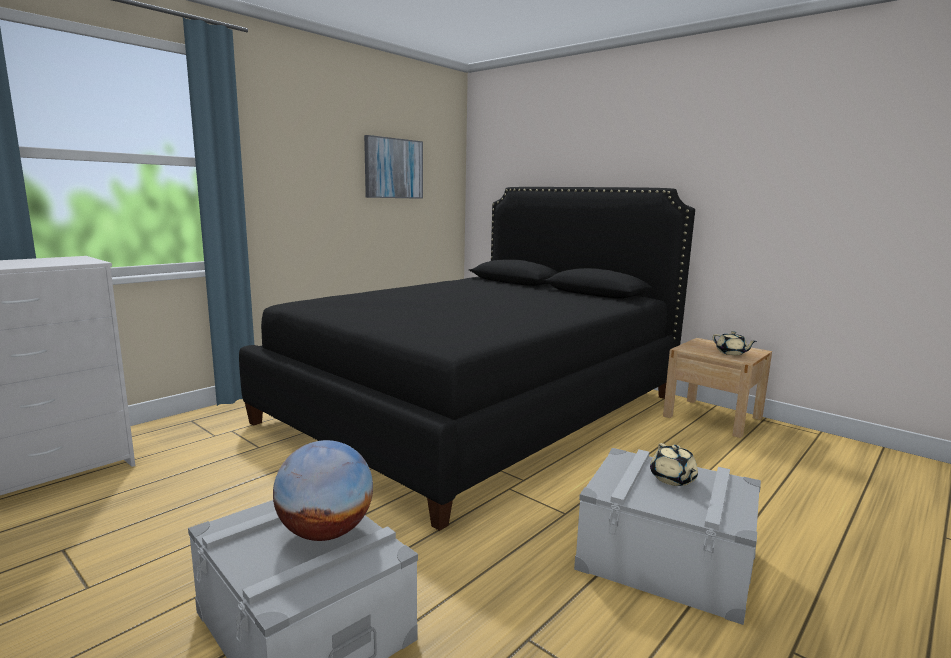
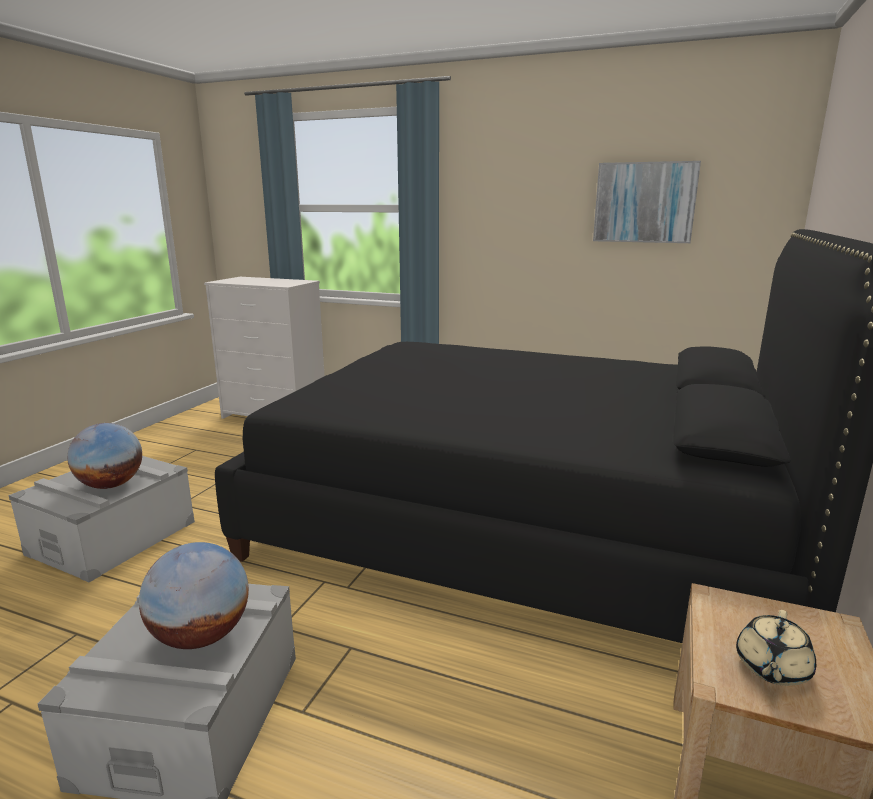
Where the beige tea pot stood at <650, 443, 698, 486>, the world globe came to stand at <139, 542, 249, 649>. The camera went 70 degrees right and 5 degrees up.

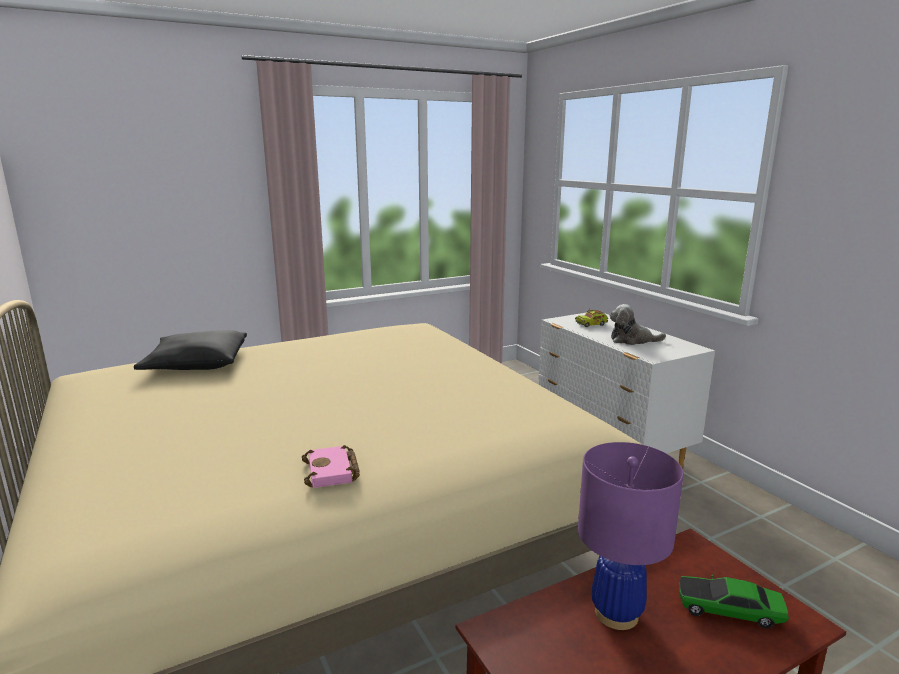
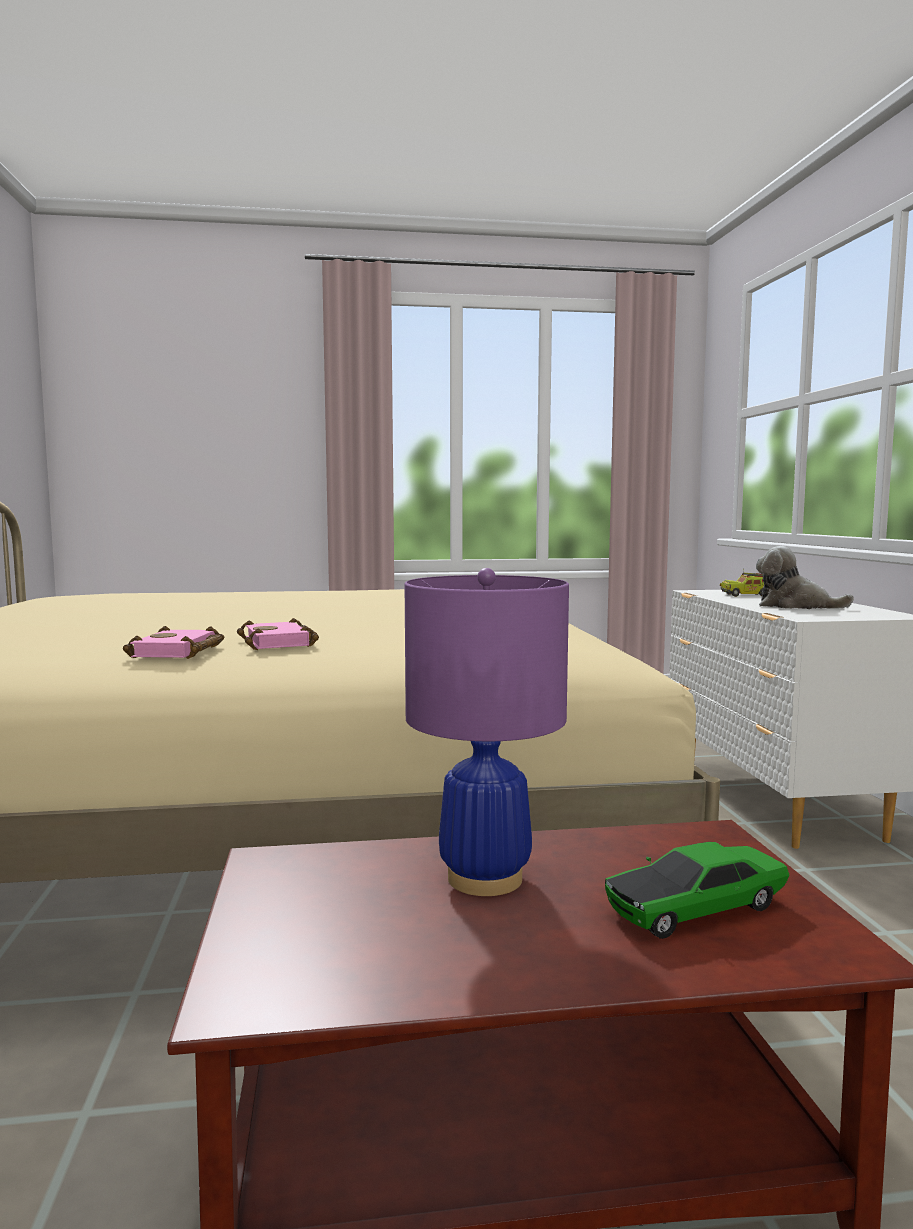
The second view lost the black pillow at <134, 330, 247, 370>. The second view gained the pink book at <237, 618, 319, 650>. The miniature car at <680, 575, 789, 628> ended up facing another way, 60 degrees counterclockwise from before. The camera went 20 degrees right and 10 degrees down.

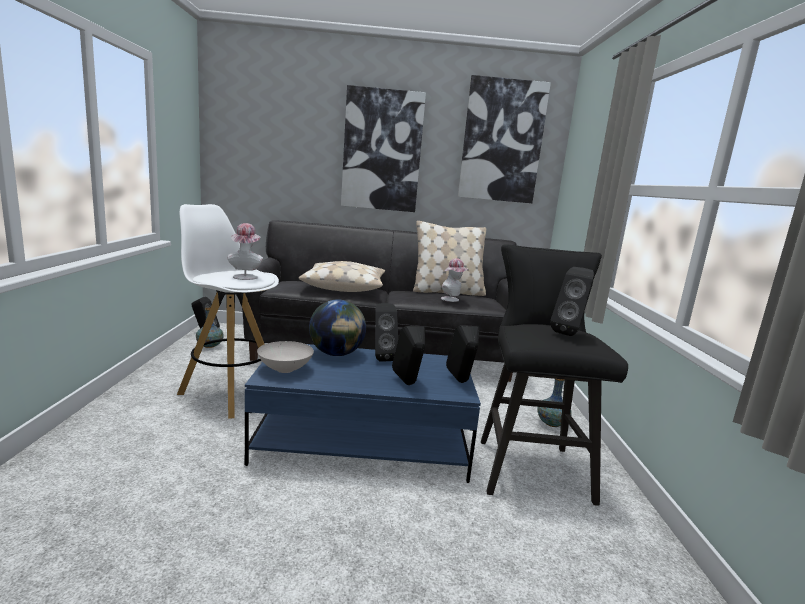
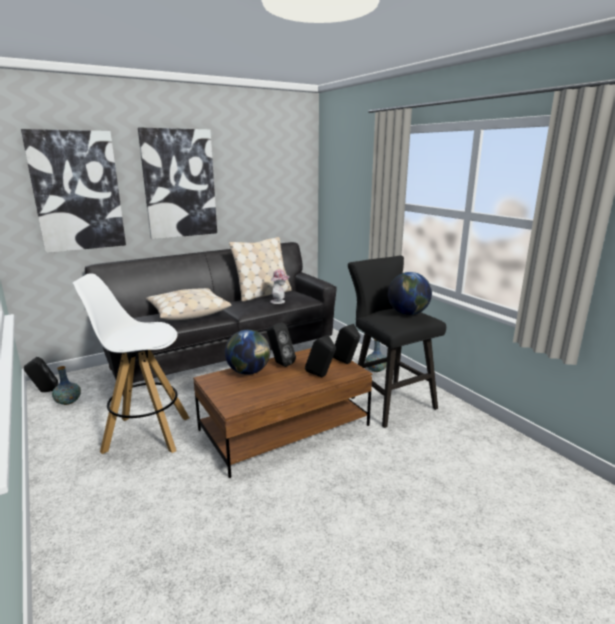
The second view lost the wearable hat at <227, 223, 263, 280>. The second view lost the whitish bowl at <257, 341, 314, 373>. The wall art ended up elsewhere, having gone from <458, 75, 551, 203> to <21, 129, 126, 253>. Where the black loudspeaker stood at <550, 267, 594, 336>, the world globe came to stand at <388, 272, 432, 315>. What was the blue-coloured low table at <245, 344, 481, 483> turned into the brown-coloured low table at <193, 348, 372, 478>. The camera went 30 degrees left and 5 degrees up.

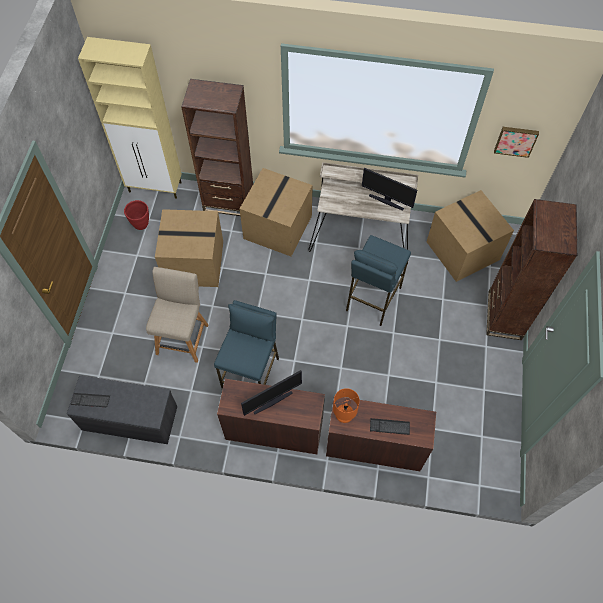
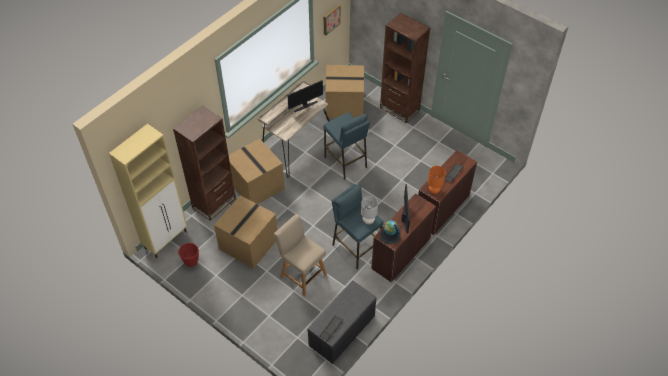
The second view gained the grey table lamp at <361, 196, 378, 224>. The second view gained the world globe at <380, 220, 401, 244>. The camera went 60 degrees left and 10 degrees down.

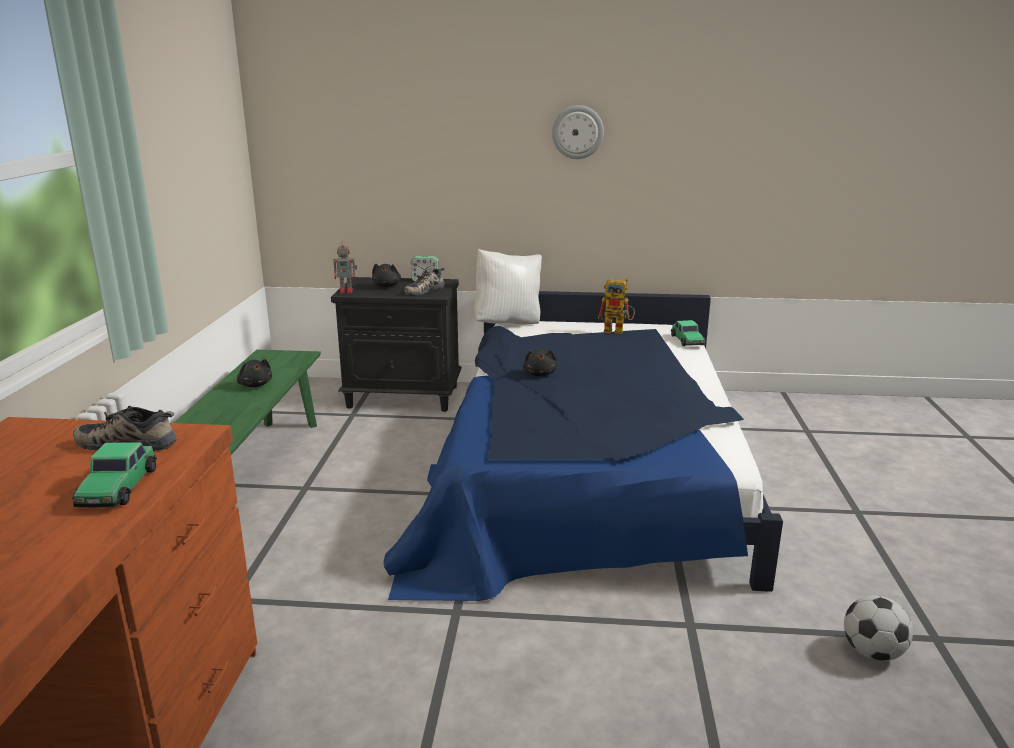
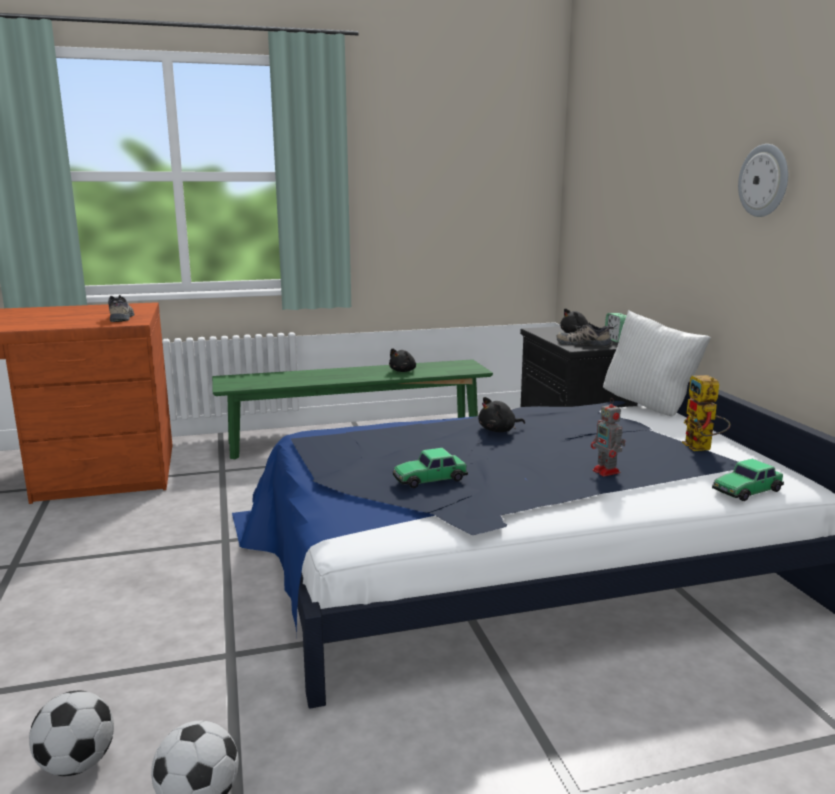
The second view gained the ball for football at <29, 691, 114, 776>. The miniature car ended up elsewhere, having gone from <72, 442, 157, 507> to <393, 448, 468, 488>. The model robot ended up elsewhere, having gone from <333, 241, 357, 293> to <591, 398, 625, 477>. The camera went 70 degrees right and 5 degrees down.

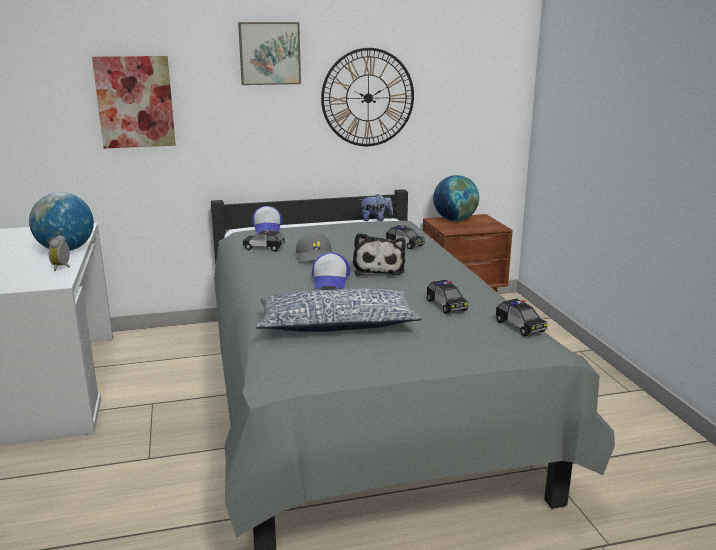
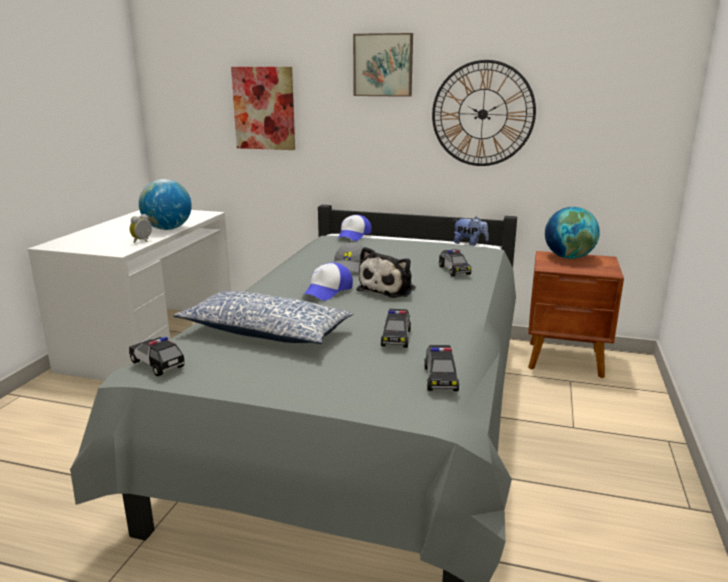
The miniature car ended up elsewhere, having gone from <243, 229, 286, 252> to <129, 337, 185, 376>. The camera went 30 degrees right and 0 degrees up.

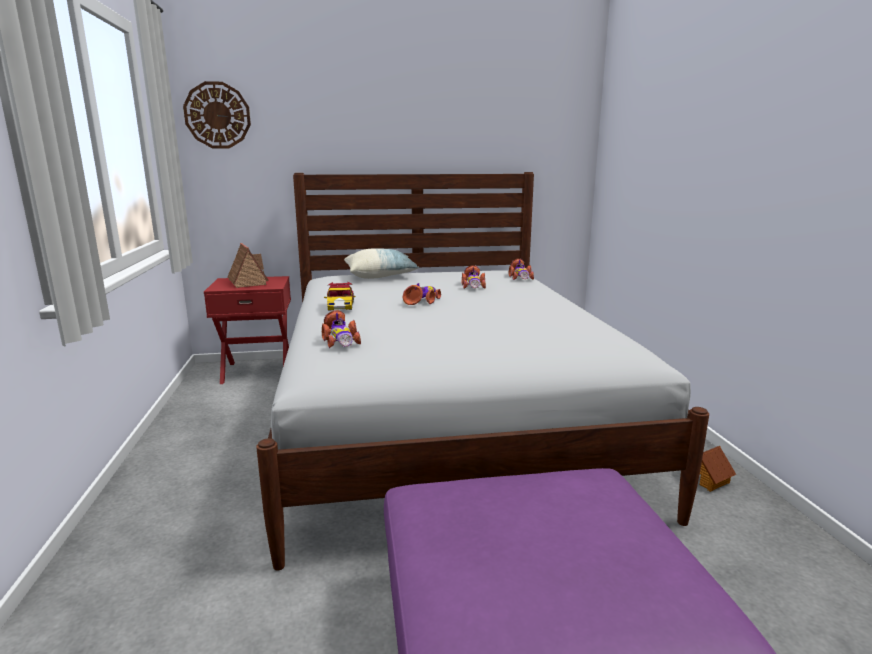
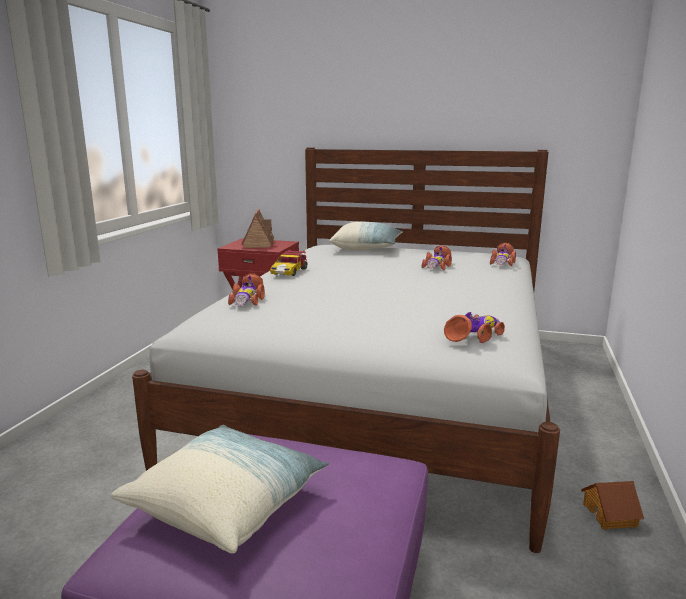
The second view lost the hanging clock at <183, 81, 251, 148>. The second view gained the pillow at <111, 425, 329, 554>. The miniature car ended up elsewhere, having gone from <402, 283, 441, 305> to <444, 312, 505, 343>. The camera went 25 degrees right and 0 degrees up.

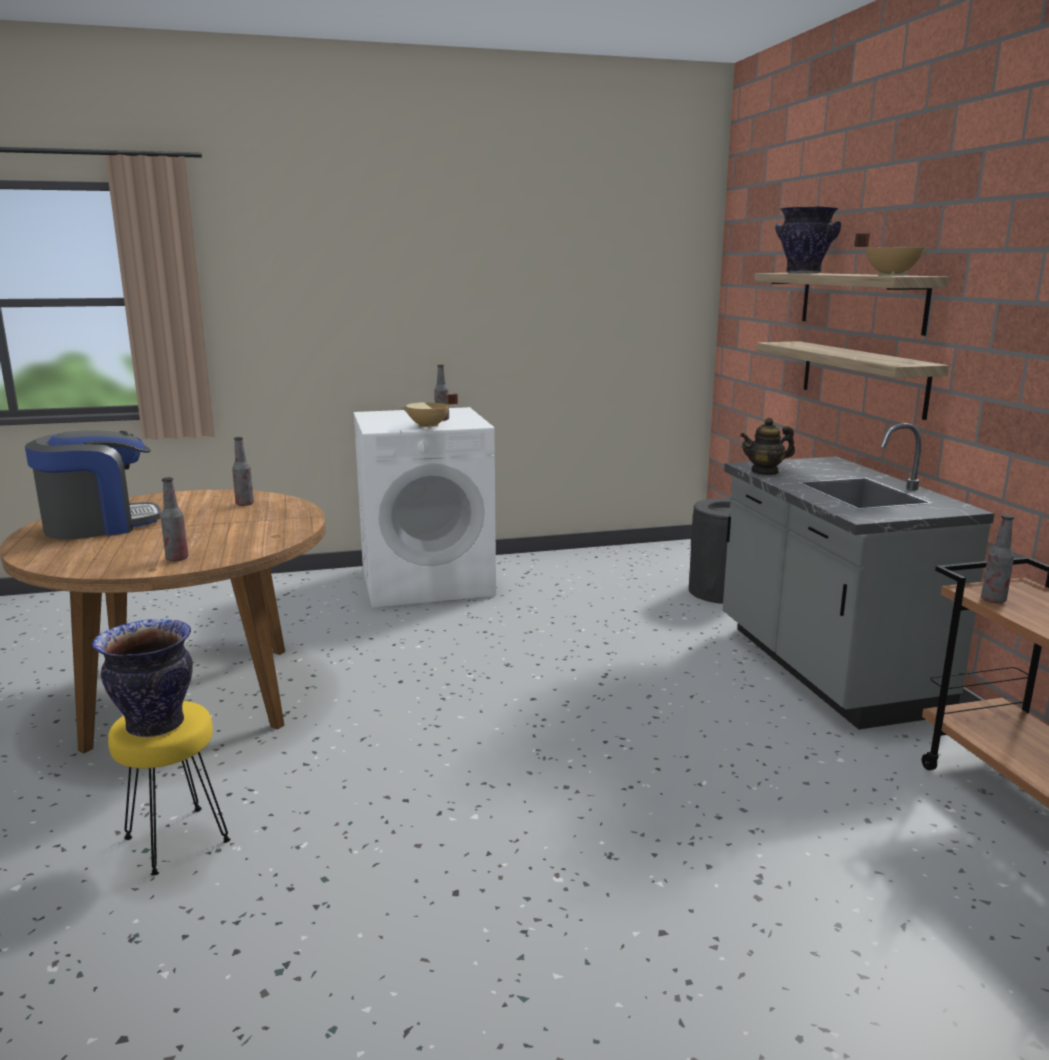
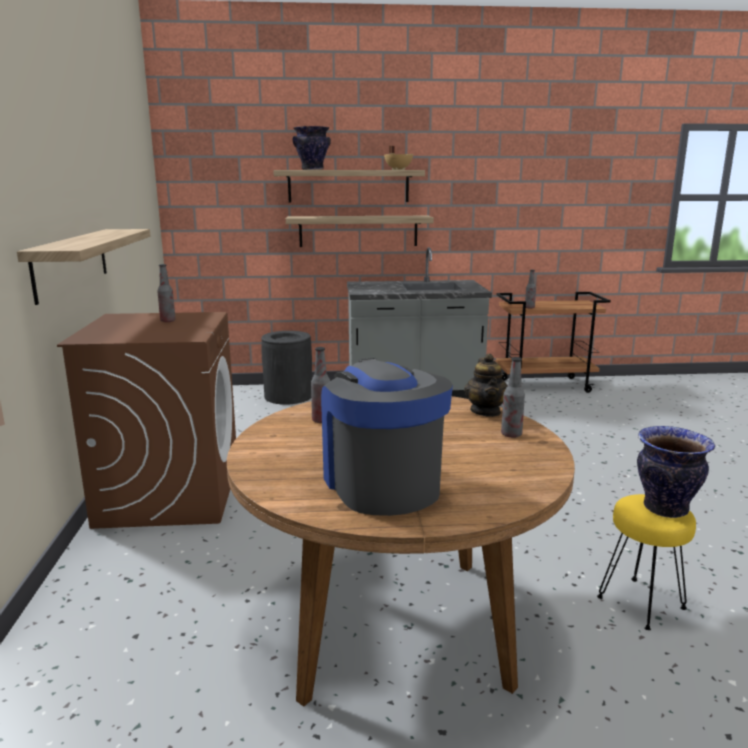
The second view lost the beige stockpot at <402, 393, 458, 429>. The second view gained the shelf at <17, 229, 151, 305>. The tea pot ended up elsewhere, having gone from <740, 418, 795, 475> to <464, 353, 508, 417>. What was the whitish washing machine at <354, 407, 496, 608> turned into the brown-coloured washing machine at <57, 312, 236, 529>. The camera went 80 degrees left and 0 degrees up.

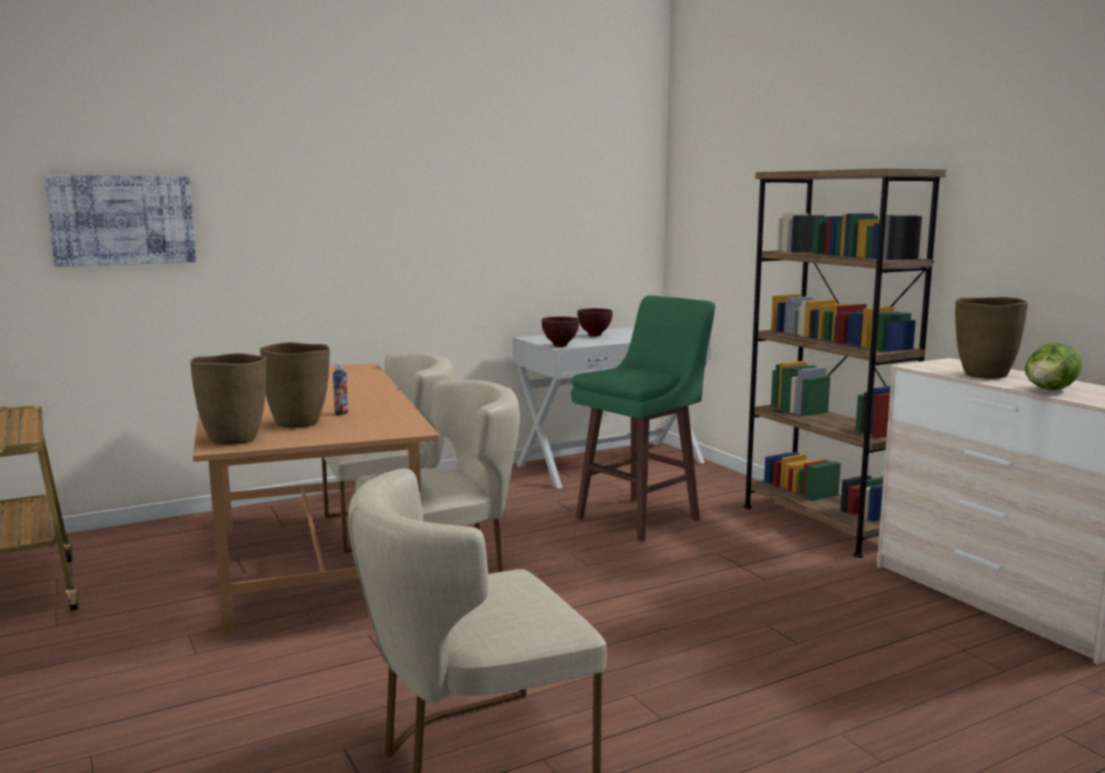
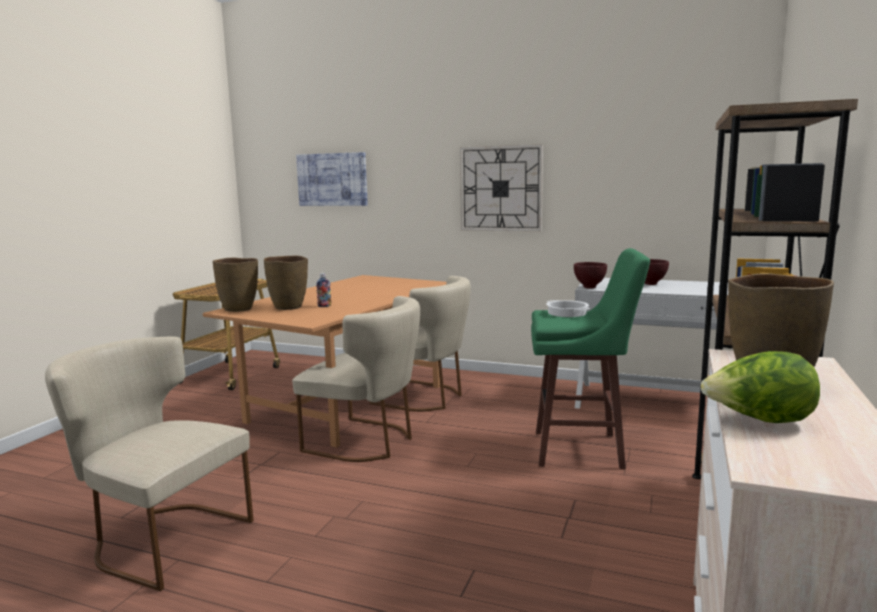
The second view gained the hanging clock at <460, 144, 543, 232>. The second view gained the stockpot at <546, 300, 590, 317>. The camera went 50 degrees right and 0 degrees up.

